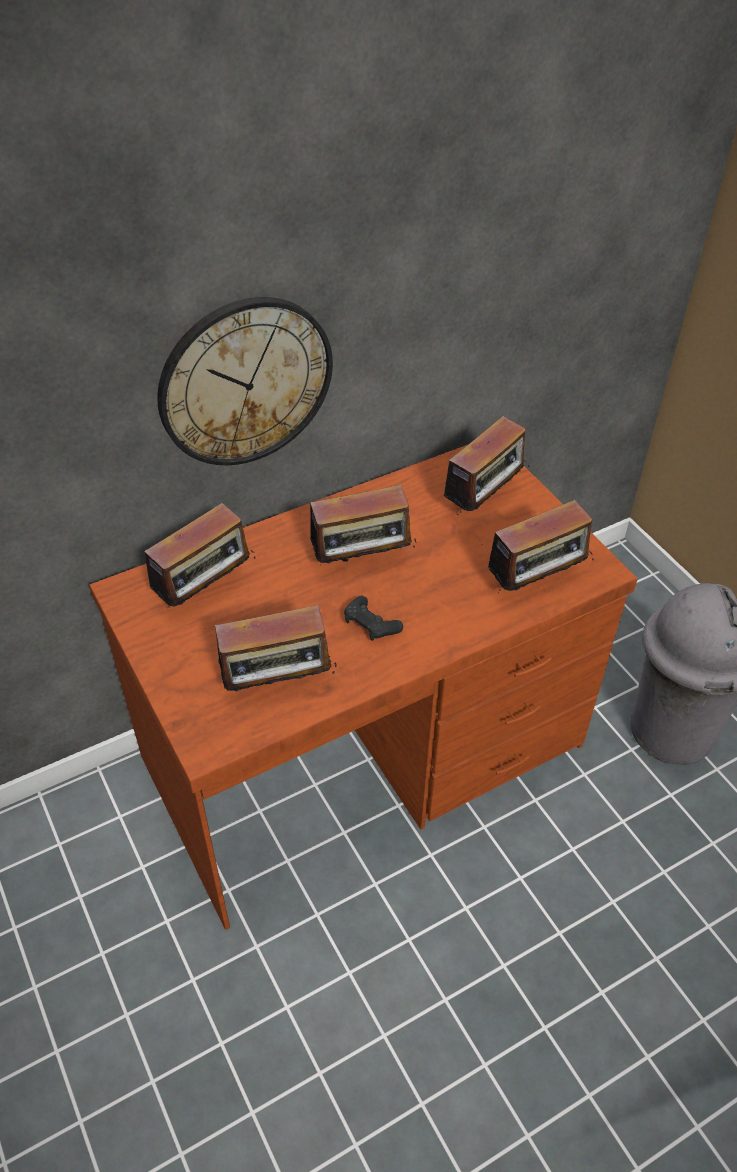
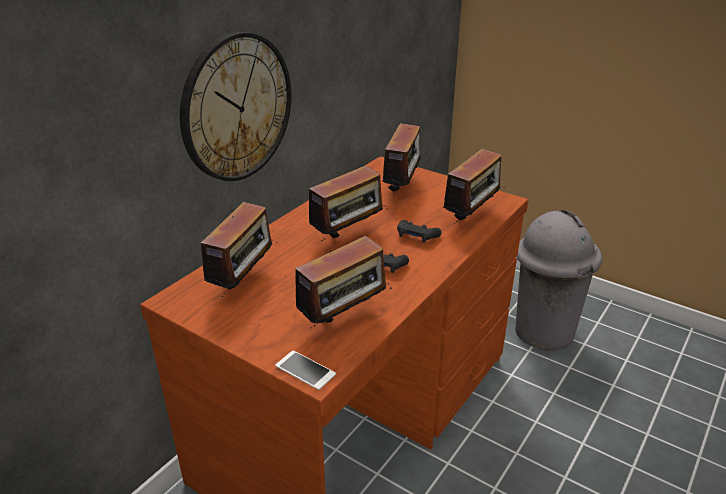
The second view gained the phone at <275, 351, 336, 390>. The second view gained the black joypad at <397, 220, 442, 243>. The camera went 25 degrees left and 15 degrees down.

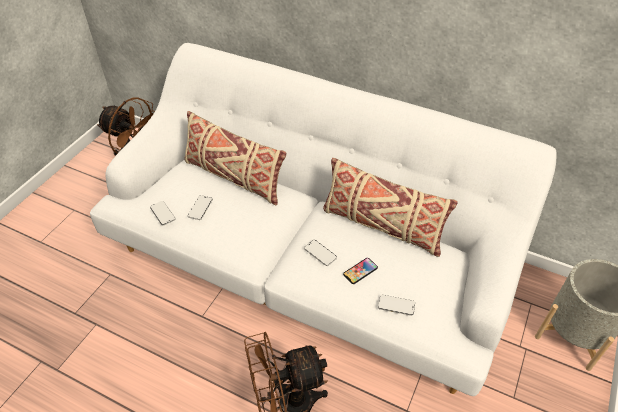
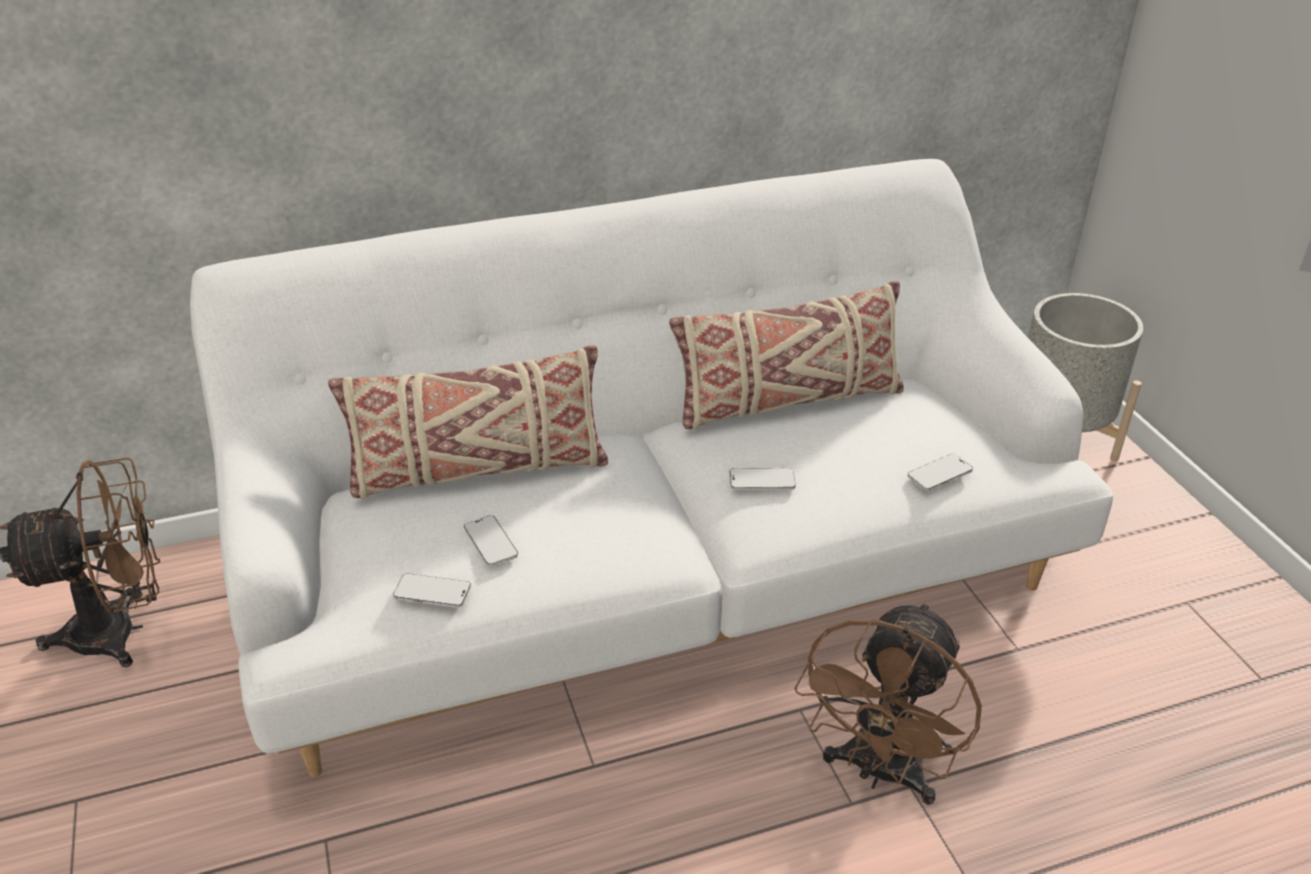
The second view lost the phone at <343, 258, 378, 284>. The camera went 45 degrees left and 10 degrees down.

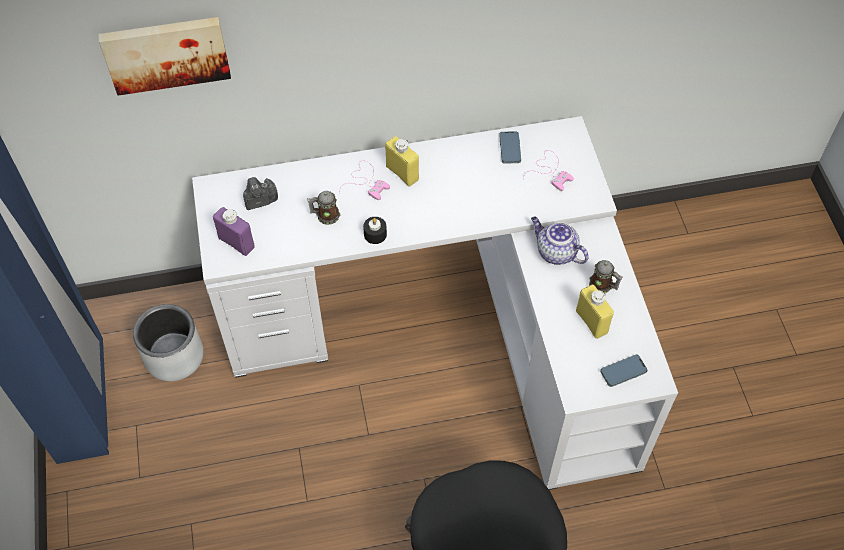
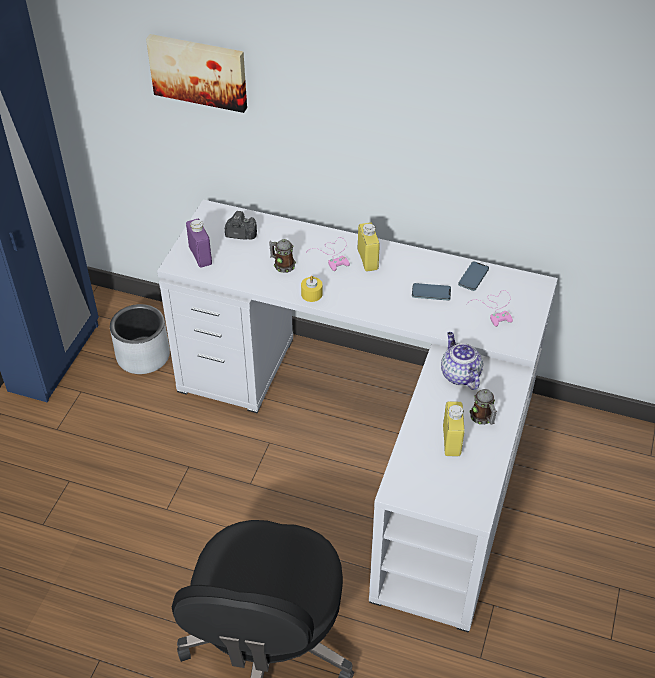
The phone ended up elsewhere, having gone from <600, 354, 648, 387> to <412, 283, 451, 300>. What was the black wax candle at <363, 217, 387, 244> turned into the yellow wax candle at <301, 276, 322, 302>. The camera went 30 degrees right and 10 degrees down.

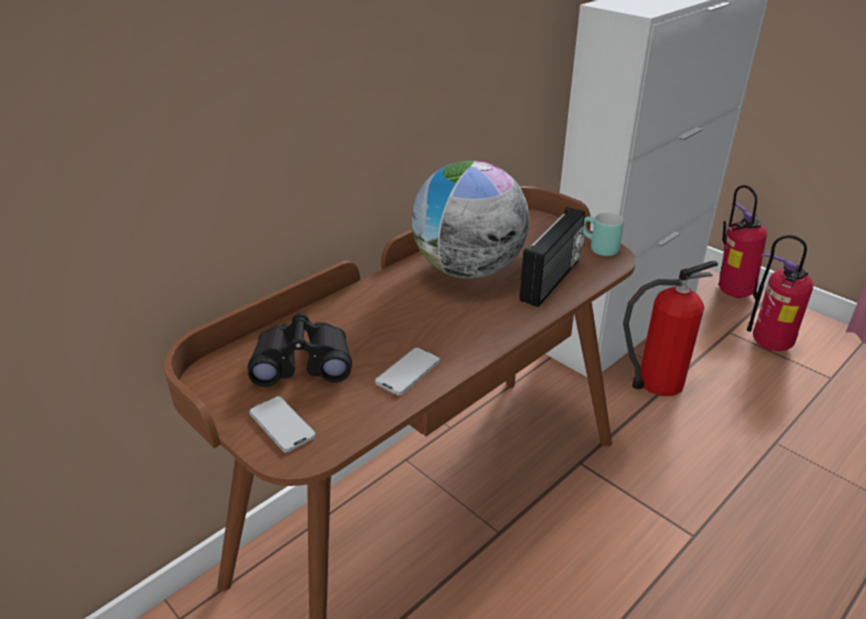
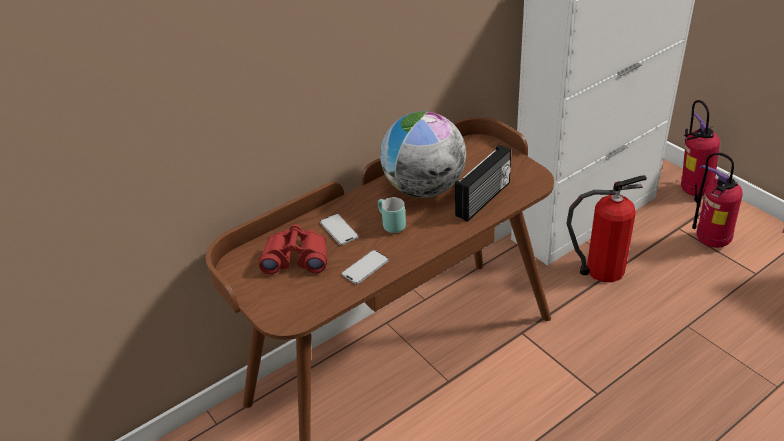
The phone ended up elsewhere, having gone from <249, 396, 316, 453> to <320, 214, 358, 245>. The blue-green coffee mug ended up elsewhere, having gone from <583, 212, 624, 256> to <378, 197, 406, 233>. What was the black binoculars at <248, 313, 352, 387> turned into the reddish binoculars at <259, 224, 327, 274>. The camera went 10 degrees right and 5 degrees up.

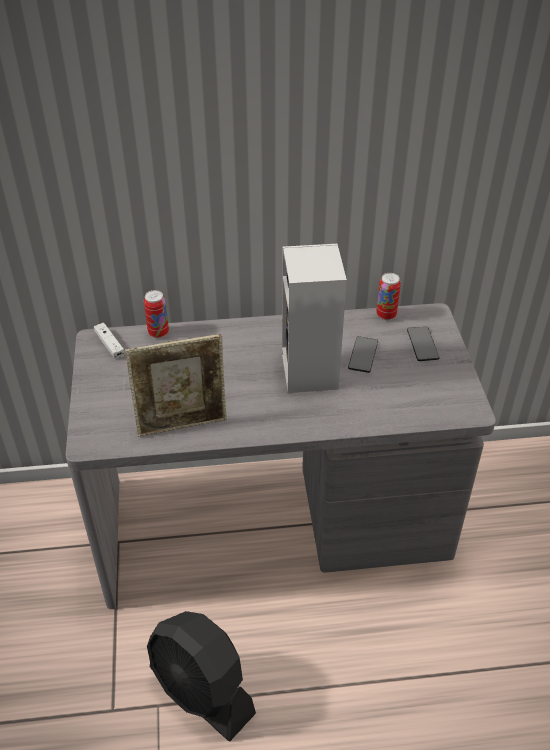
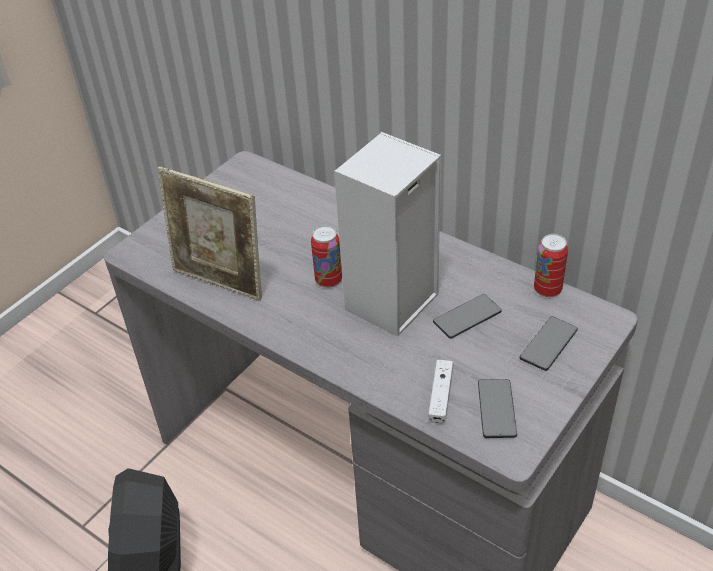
The second view gained the phone at <478, 379, 517, 438>. The whitish joypad ended up elsewhere, having gone from <94, 323, 125, 359> to <428, 360, 453, 424>. The sealed can ended up elsewhere, having gone from <144, 290, 169, 338> to <311, 226, 342, 288>. The camera went 45 degrees right and 0 degrees up.

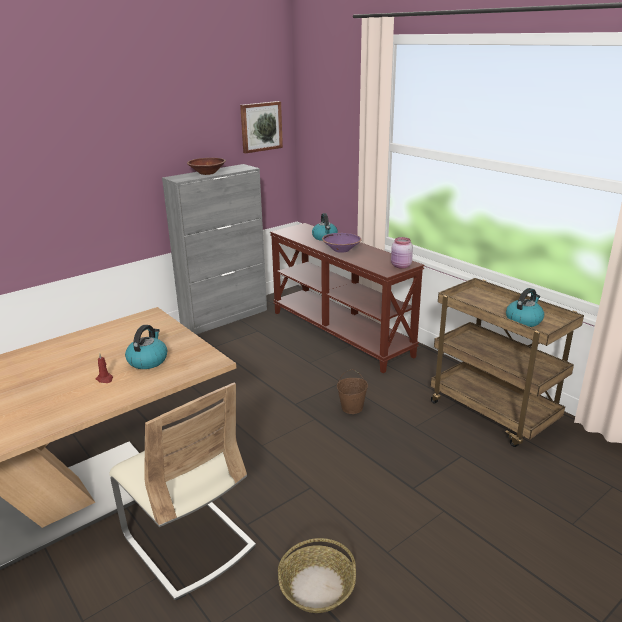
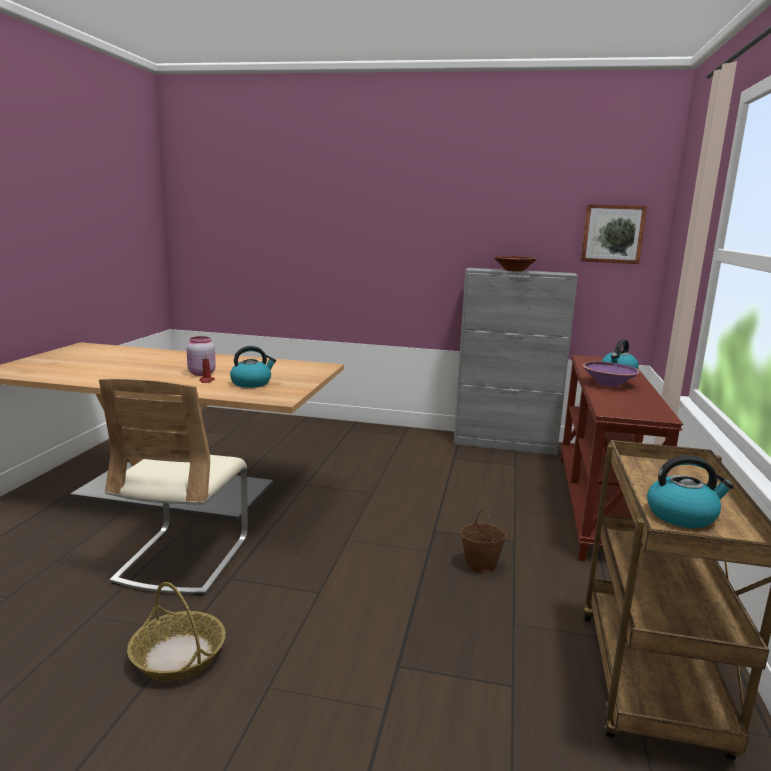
The pink storage jar ended up elsewhere, having gone from <391, 237, 413, 269> to <187, 336, 216, 376>. The camera went 50 degrees right and 10 degrees down.

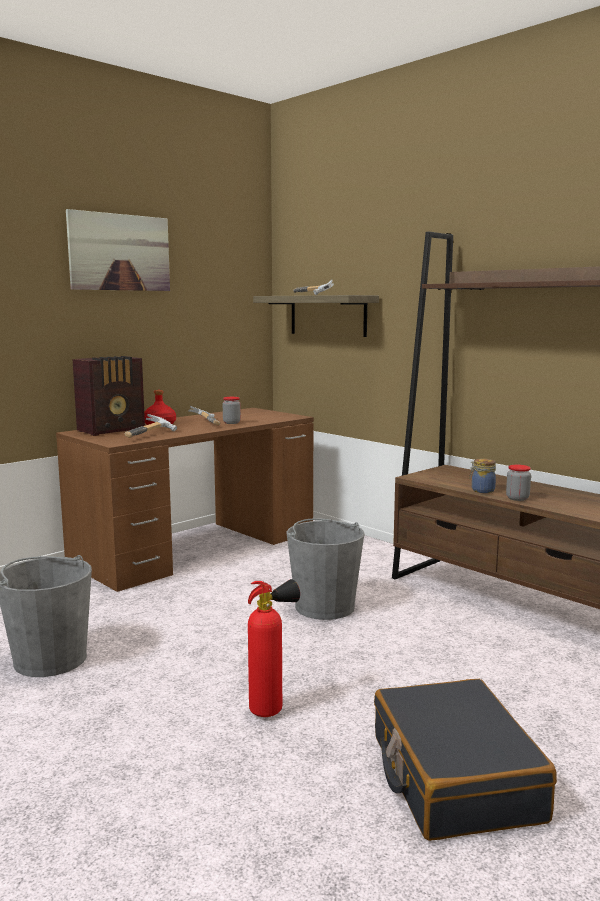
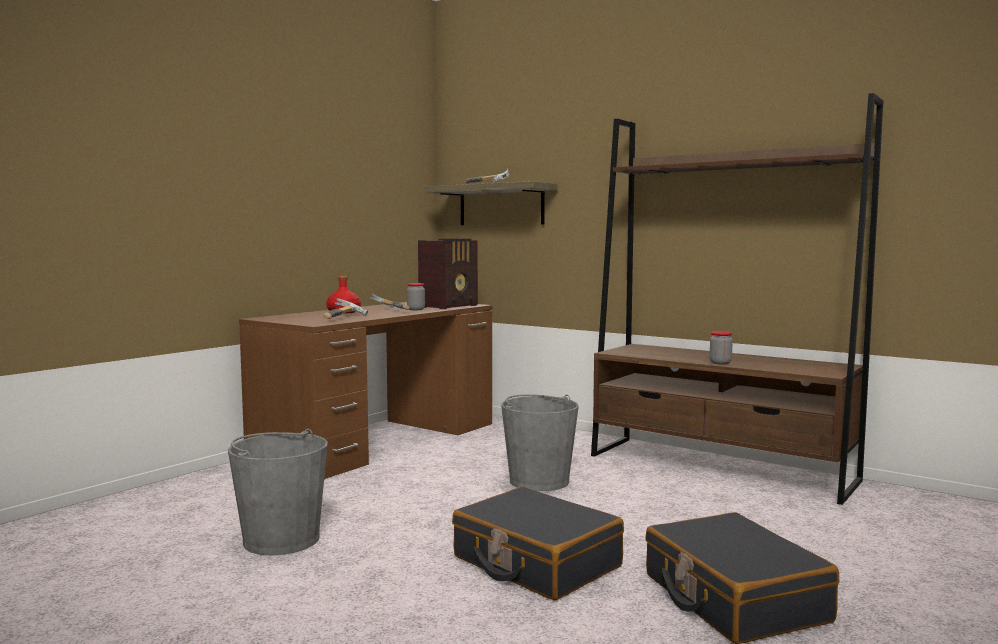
The second view lost the wall art at <66, 209, 170, 291>. The second view lost the storage jar at <469, 459, 496, 493>. The radio receiver ended up elsewhere, having gone from <72, 356, 145, 436> to <418, 239, 478, 309>. Where the extinguisher stood at <248, 579, 300, 717>, the black suitcase came to stand at <452, 487, 624, 600>. The camera went 10 degrees left and 5 degrees down.

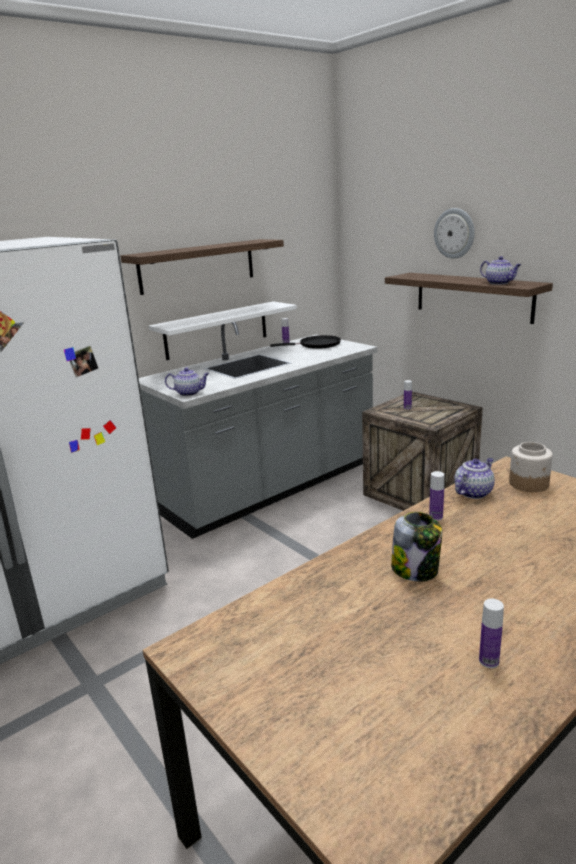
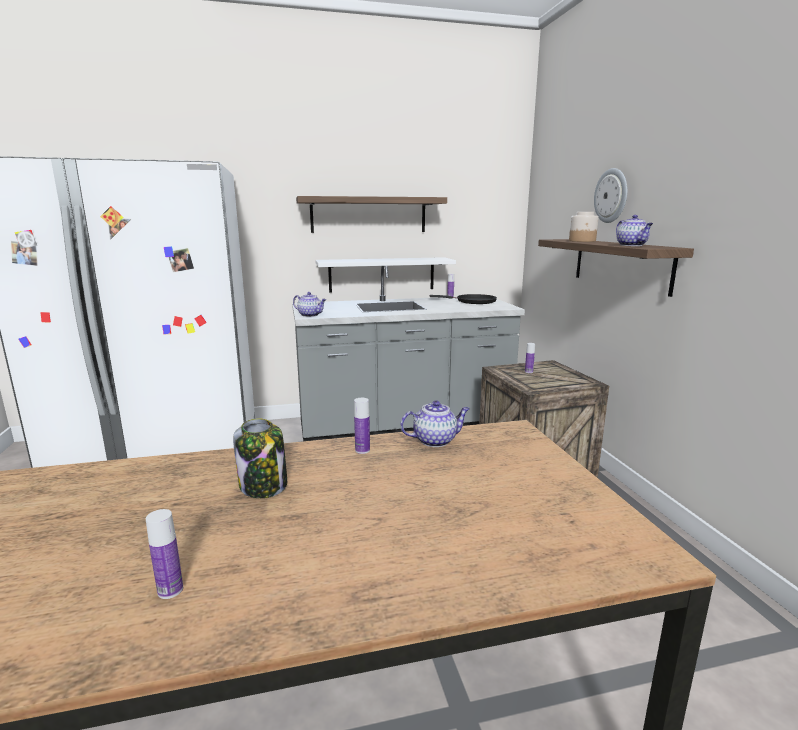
The storage jar ended up elsewhere, having gone from <509, 442, 553, 492> to <569, 212, 599, 242>. The camera went 25 degrees right and 5 degrees down.

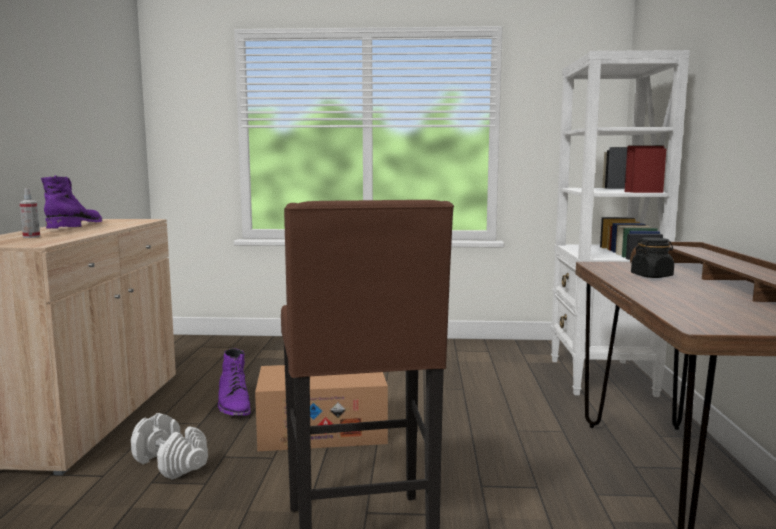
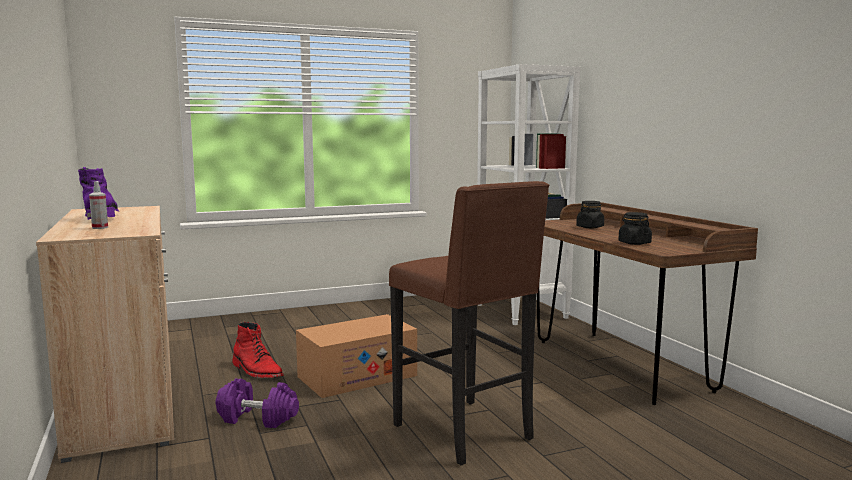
The second view gained the black storage jar at <618, 212, 652, 245>. What was the whitish free weight at <131, 413, 208, 480> turned into the purple-coloured free weight at <216, 378, 299, 428>. What was the purple-coloured boot at <218, 348, 251, 416> turned into the reddish boot at <232, 322, 284, 378>. The camera went 25 degrees left and 0 degrees up.

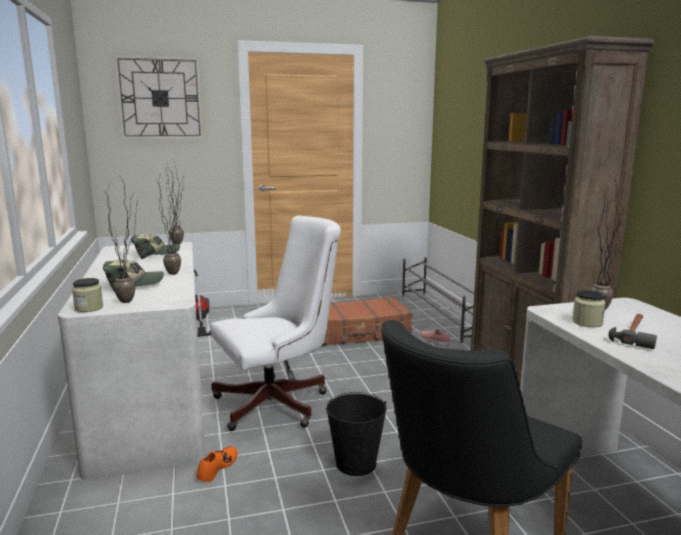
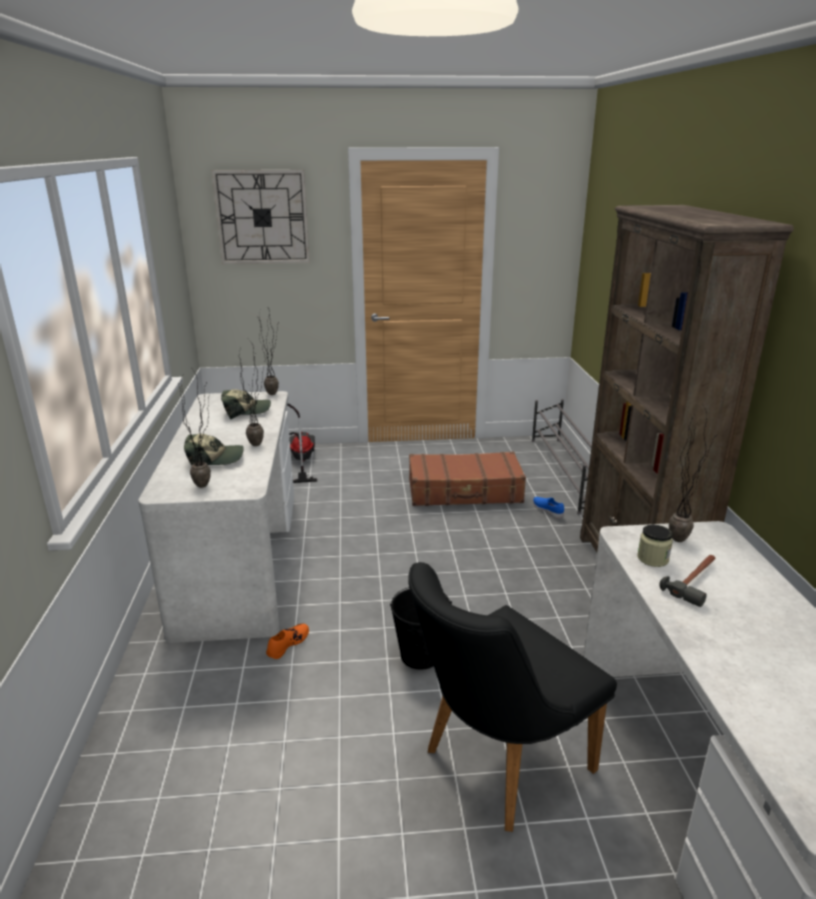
The second view lost the storage jar at <72, 278, 103, 312>. The second view lost the whitish desk chair at <211, 216, 341, 431>. What was the pink low shoe at <419, 329, 450, 347> turned into the blue-coloured low shoe at <533, 497, 564, 519>. The camera went 10 degrees right and 10 degrees up.

